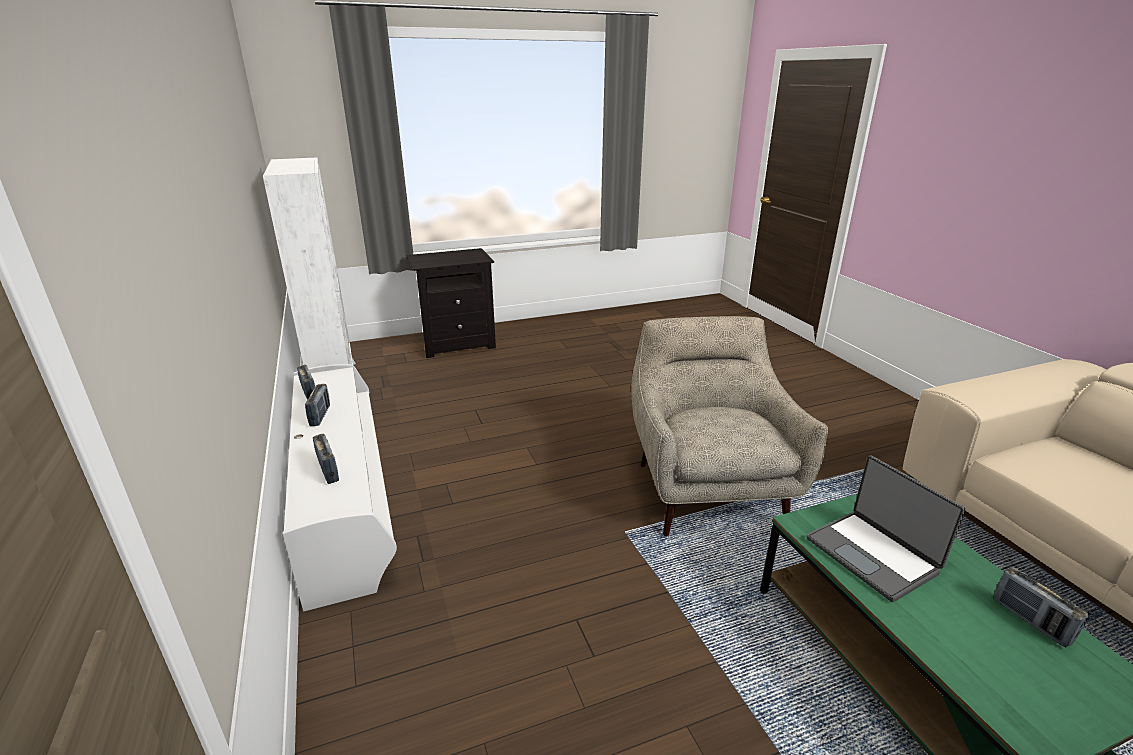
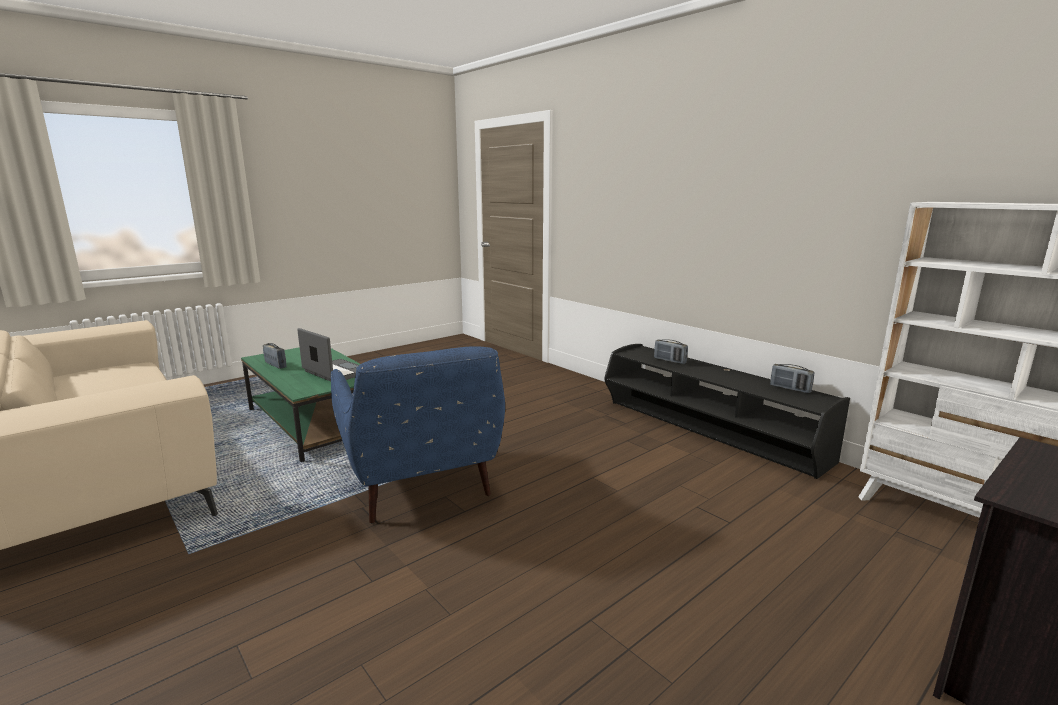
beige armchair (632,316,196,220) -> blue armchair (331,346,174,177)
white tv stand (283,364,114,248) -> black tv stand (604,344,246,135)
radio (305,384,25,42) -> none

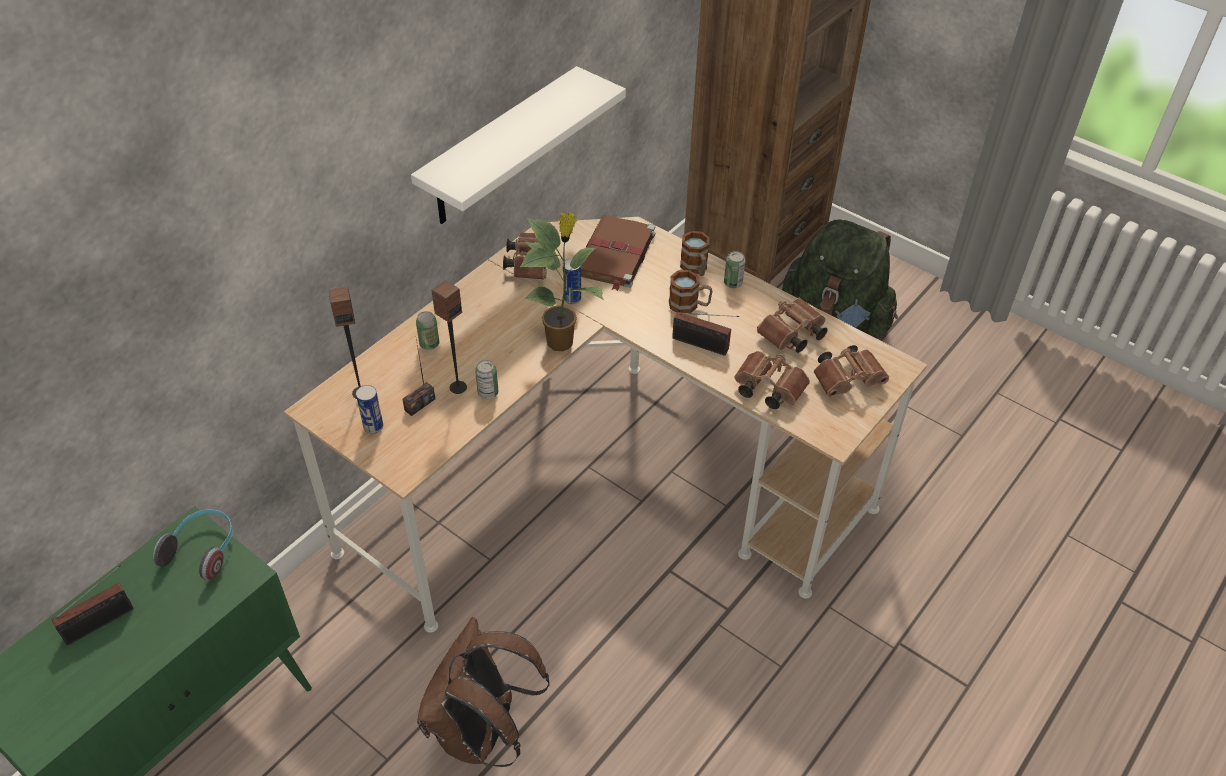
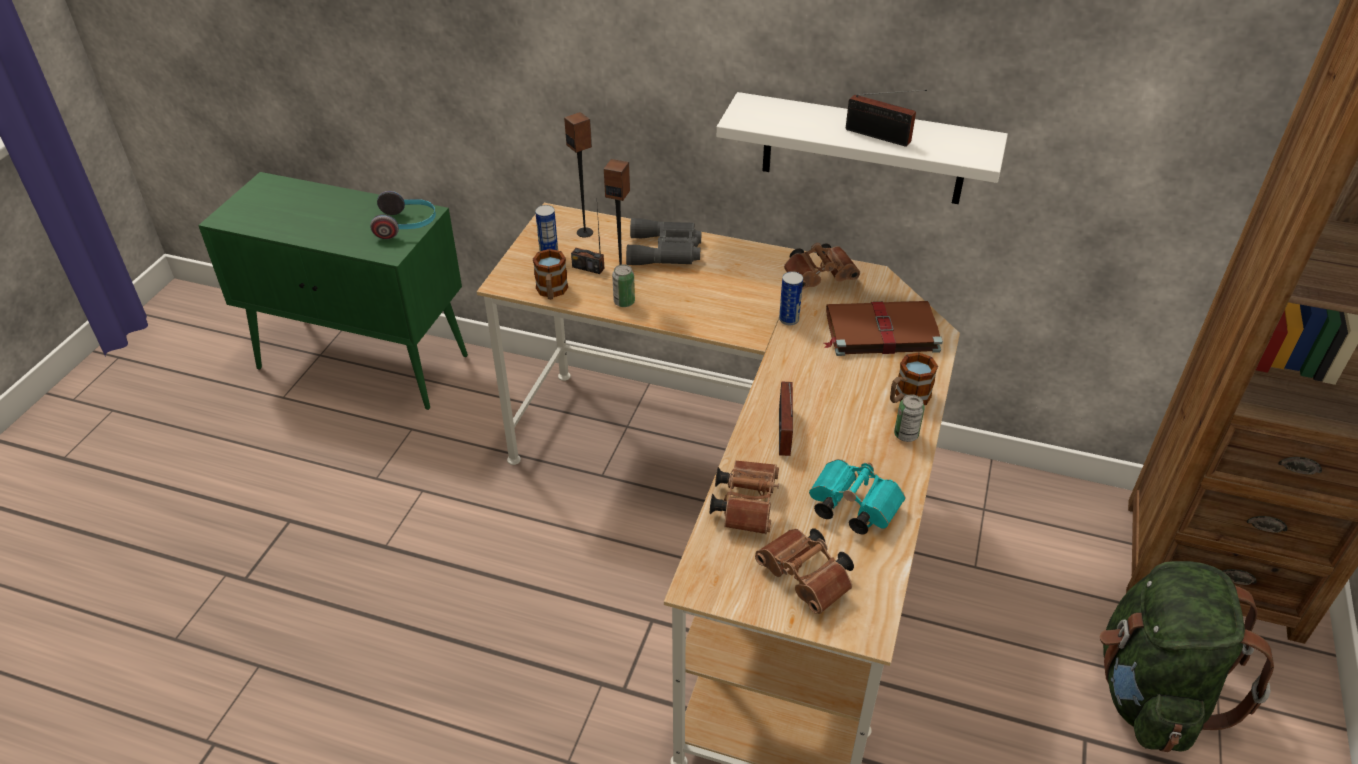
mug (669,270,44,43) -> mug (533,249,35,51), moved
can (416,311,23,39) -> grey binoculars (626,218,76,47)
brown binoculars (757,298,70,55) -> turquoise binoculars (809,459,96,75)
radio (51,565,83,80) -> radio (846,90,81,57), moved
brown backpack (417,617,133,150) -> none
potted plant (520,213,84,138) -> none

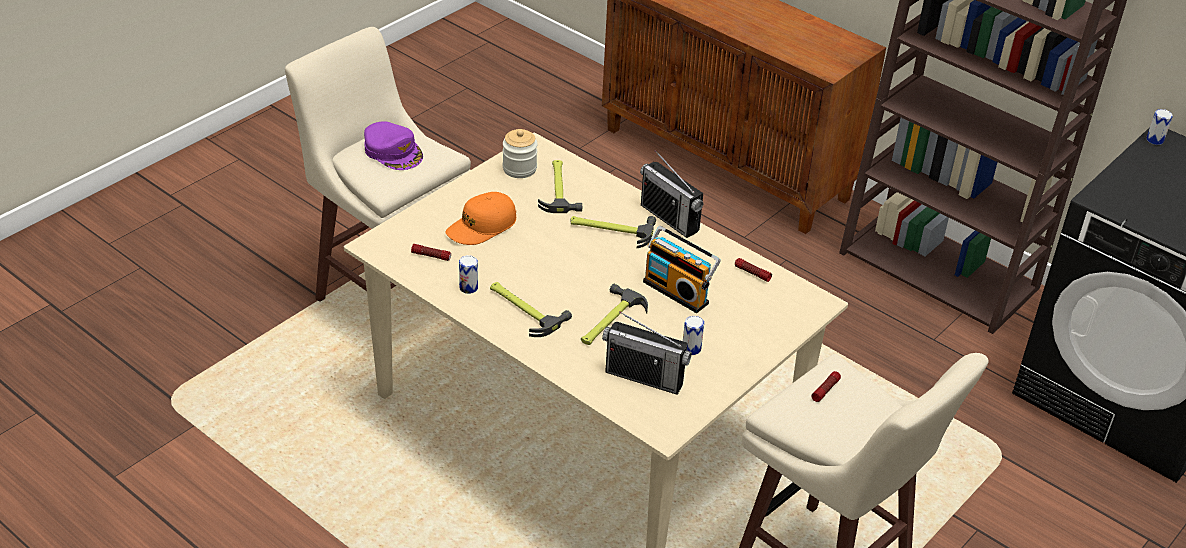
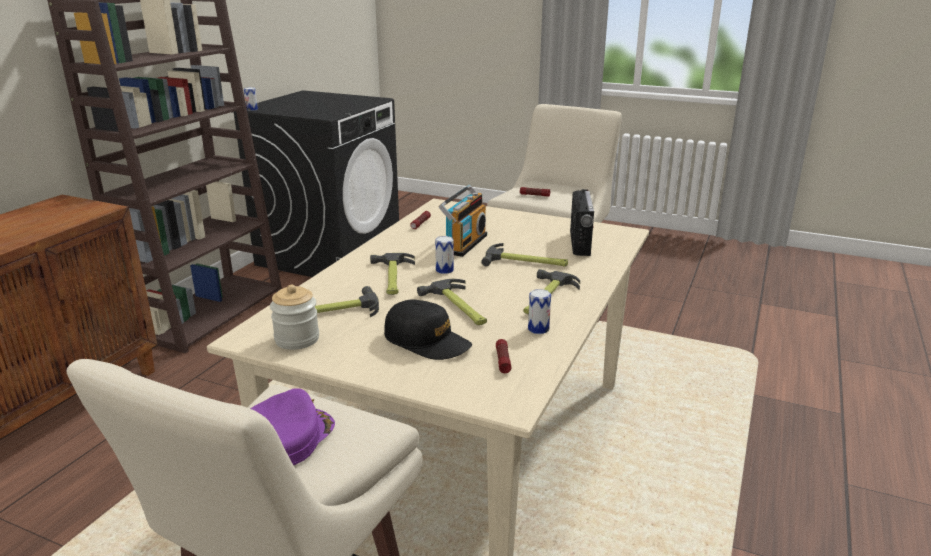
orange cap (445,192,71,53) -> black cap (384,299,88,61)
none -> hammer (417,279,70,46)
can (683,316,21,39) -> can (435,236,19,38), moved
radio (640,150,63,88) -> none

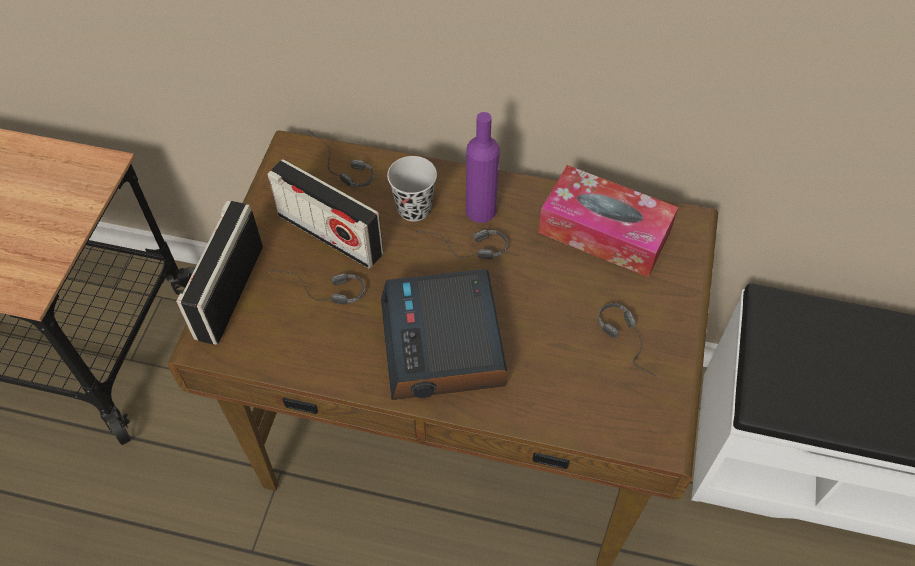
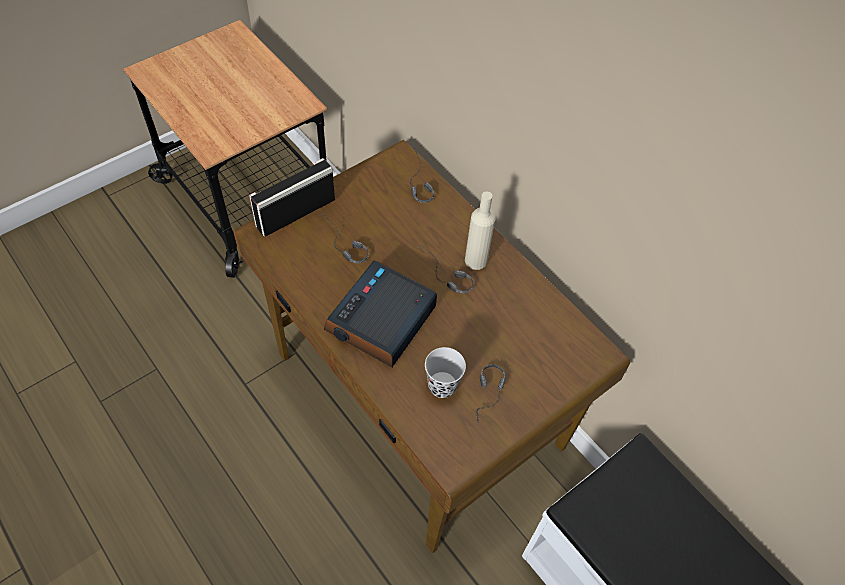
black cup (387,156,50,66) -> black cup (425,347,41,51), moved
purple bottle (466,112,34,111) -> beige bottle (465,192,31,78)
radio (267,159,116,110) -> none
tissue box (539,165,139,112) -> none

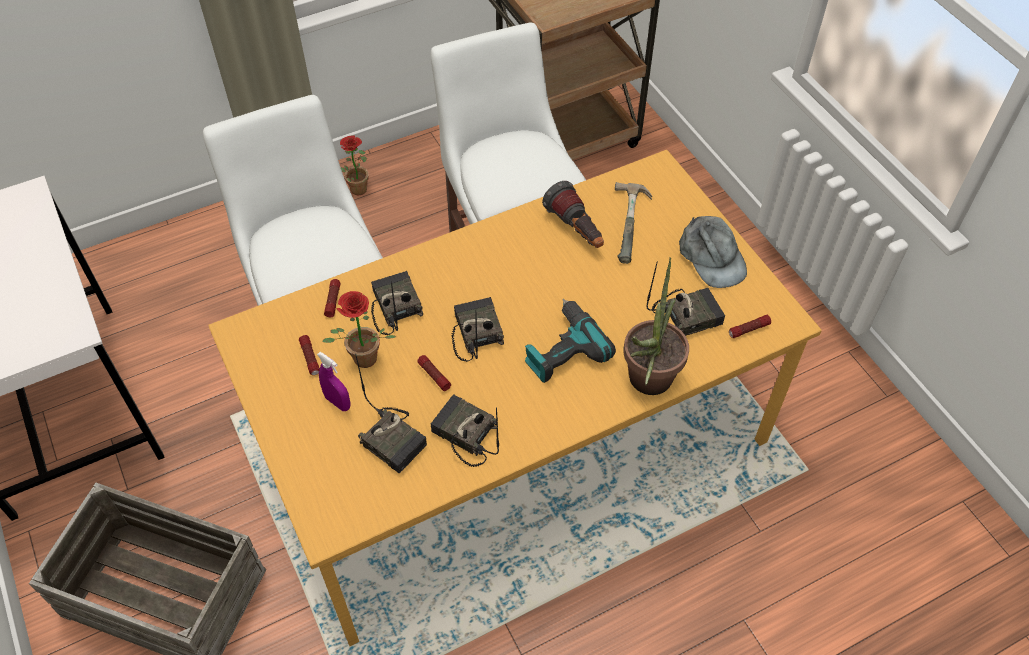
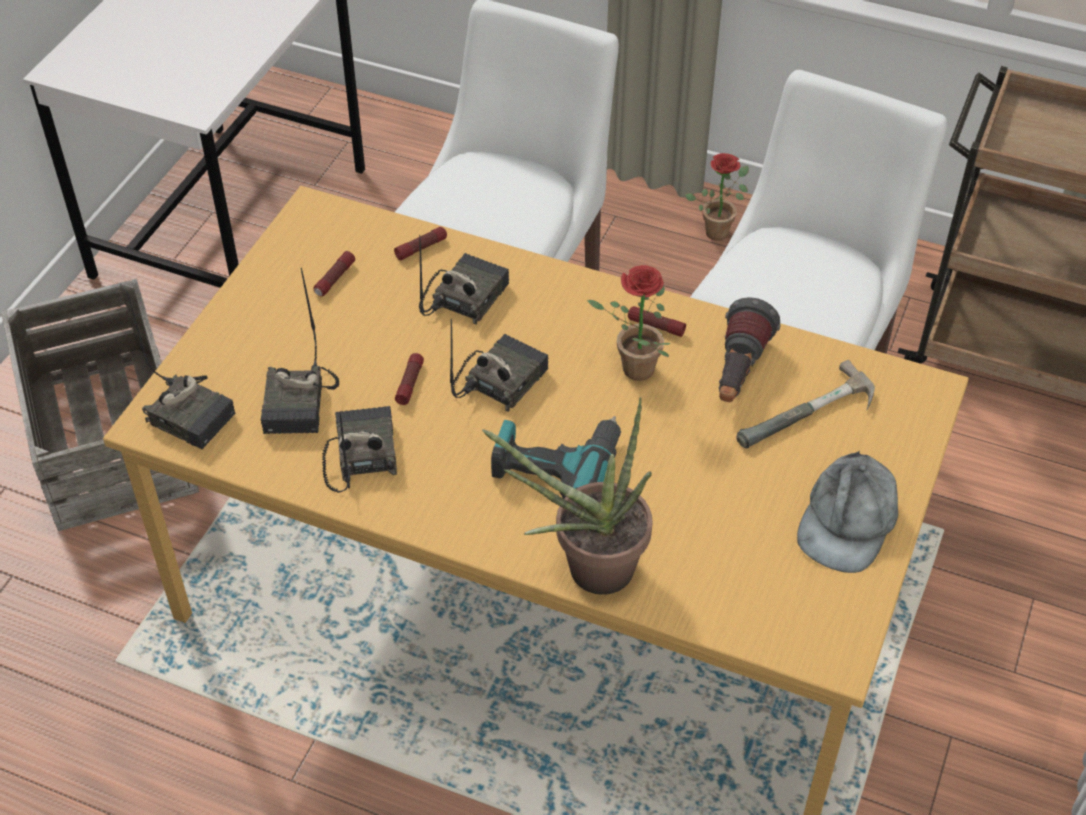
radio (647,261,78,75) -> radio (126,291,109,158), moved
potted plant (323,291,73,77) -> potted plant (587,265,83,116), moved
flashlight (729,315,42,23) -> flashlight (628,306,58,31), moved
purple spray bottle (317,352,34,59) -> none

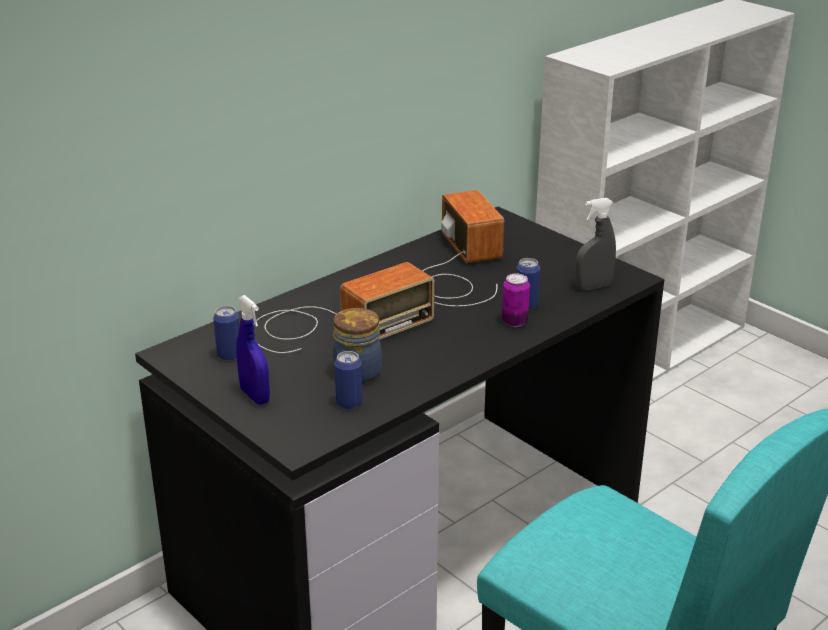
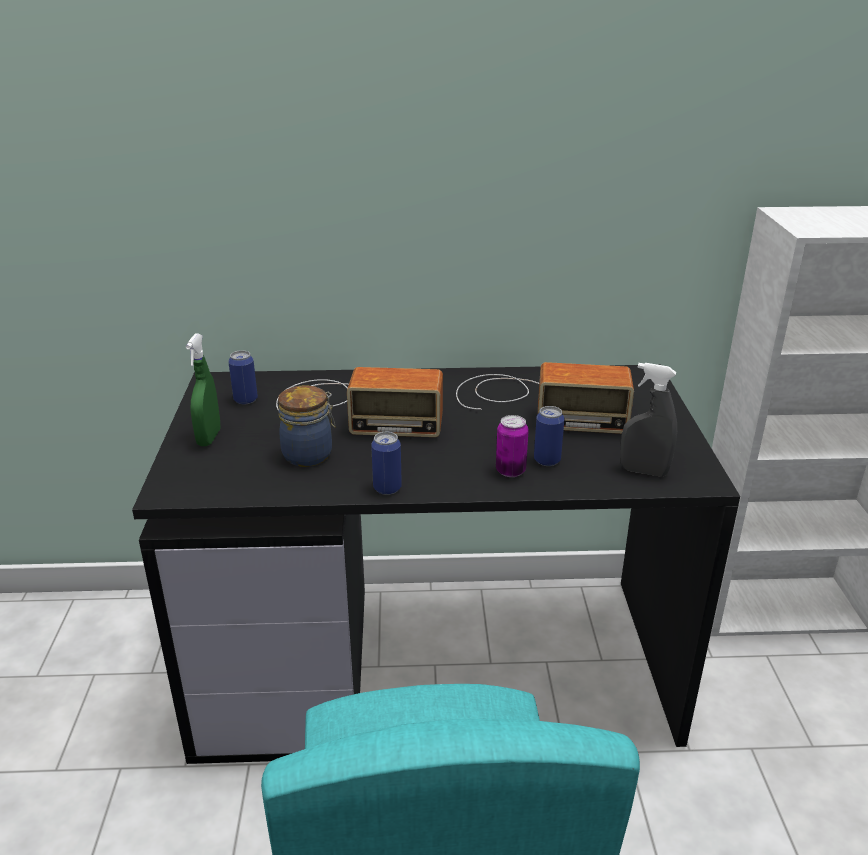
blue spray bottle (236,295,34,110) -> green spray bottle (186,333,34,113)
can (334,351,28,59) -> can (371,432,31,63), moved
radio (422,190,82,117) -> radio (456,362,178,72), 75 degrees clockwise

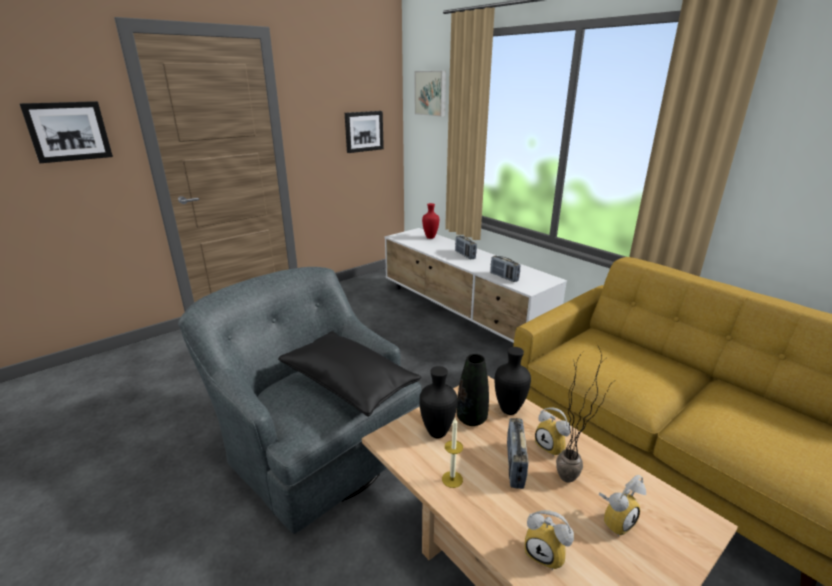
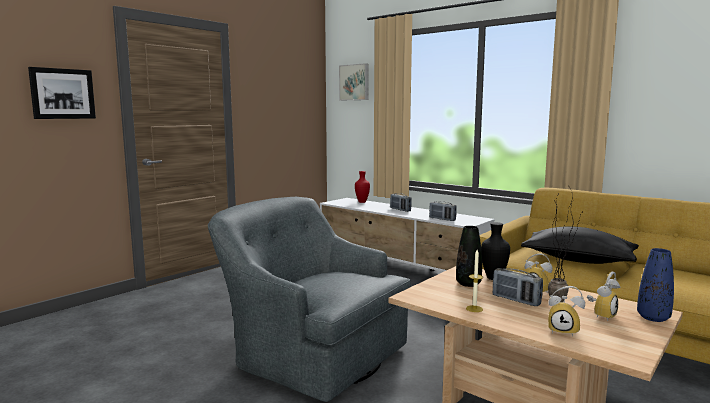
radio (507,418,21,71) -> radio (493,268,50,38), 45 degrees counterclockwise
black pillow (278,331,143,86) -> black pillow (521,226,118,38), moved
none -> blue vase (637,248,37,74)
picture (345,111,39,42) -> none
black vase (419,366,39,72) -> none

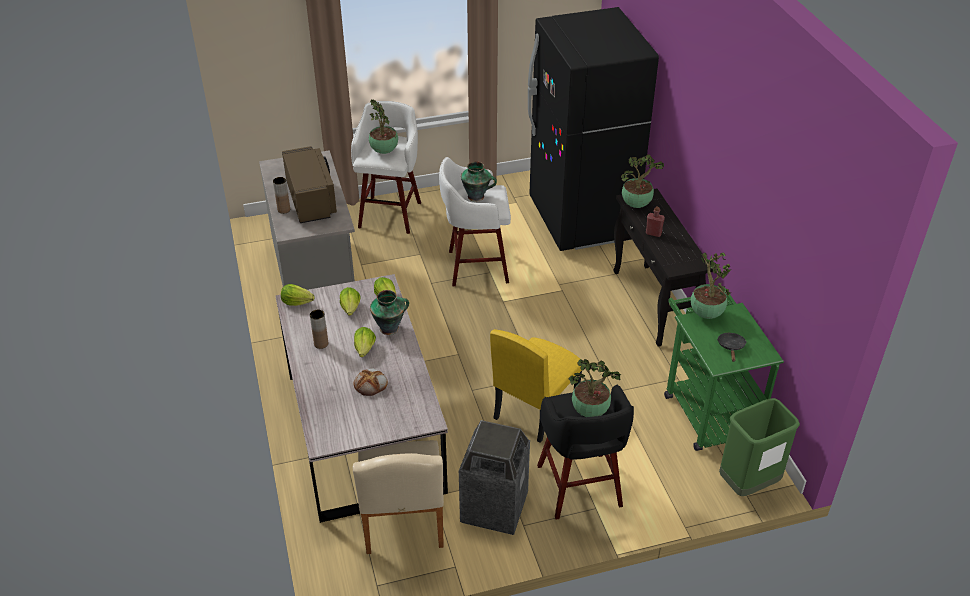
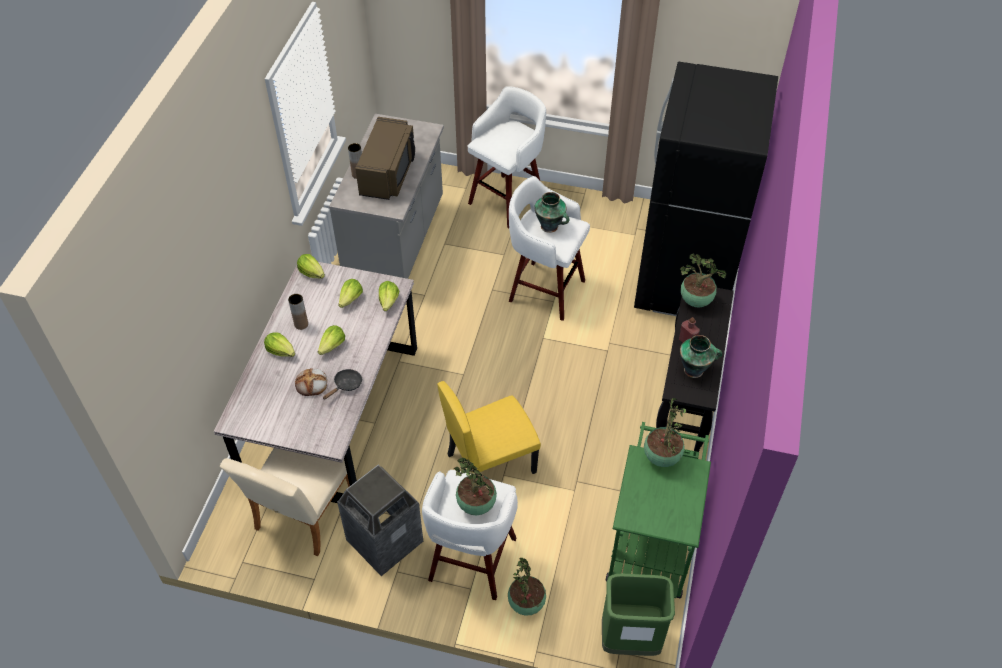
none -> lettuce (264,332,31,25)
black frying pan (717,333,29,29) -> black frying pan (323,369,39,31), moved
black stool (537,384,97,136) -> white stool (422,470,96,130)
potted plant (369,99,29,55) -> potted plant (508,558,38,58), moved
vase (370,290,39,45) -> vase (680,335,42,43), moved

